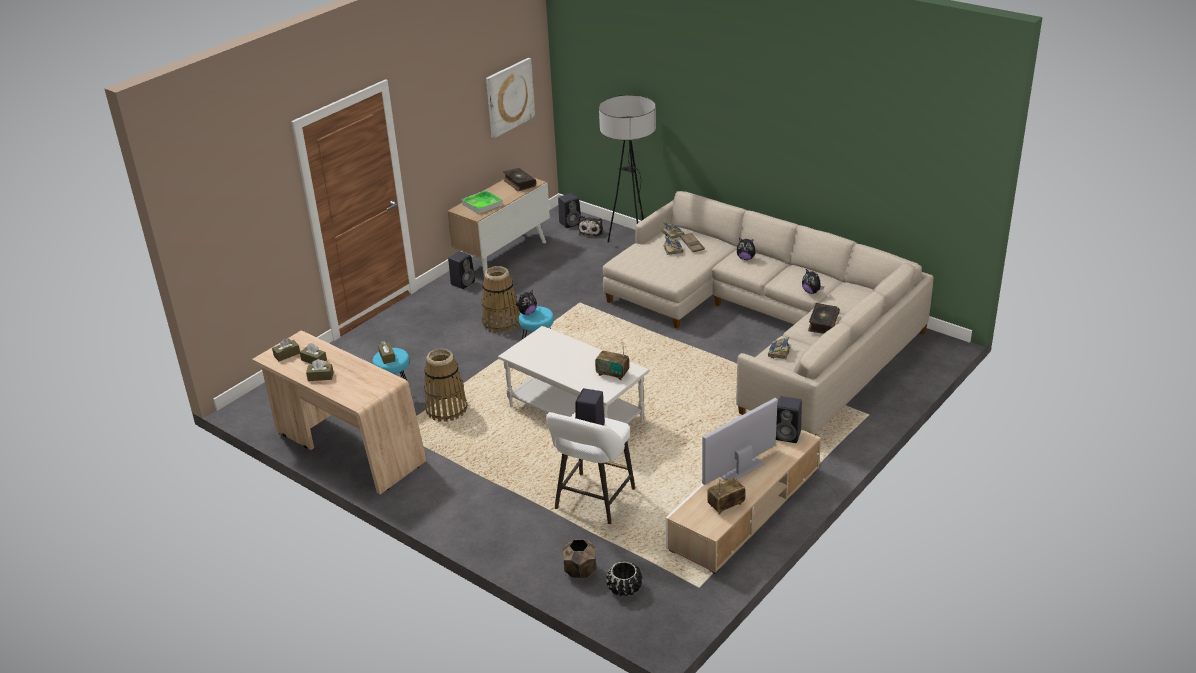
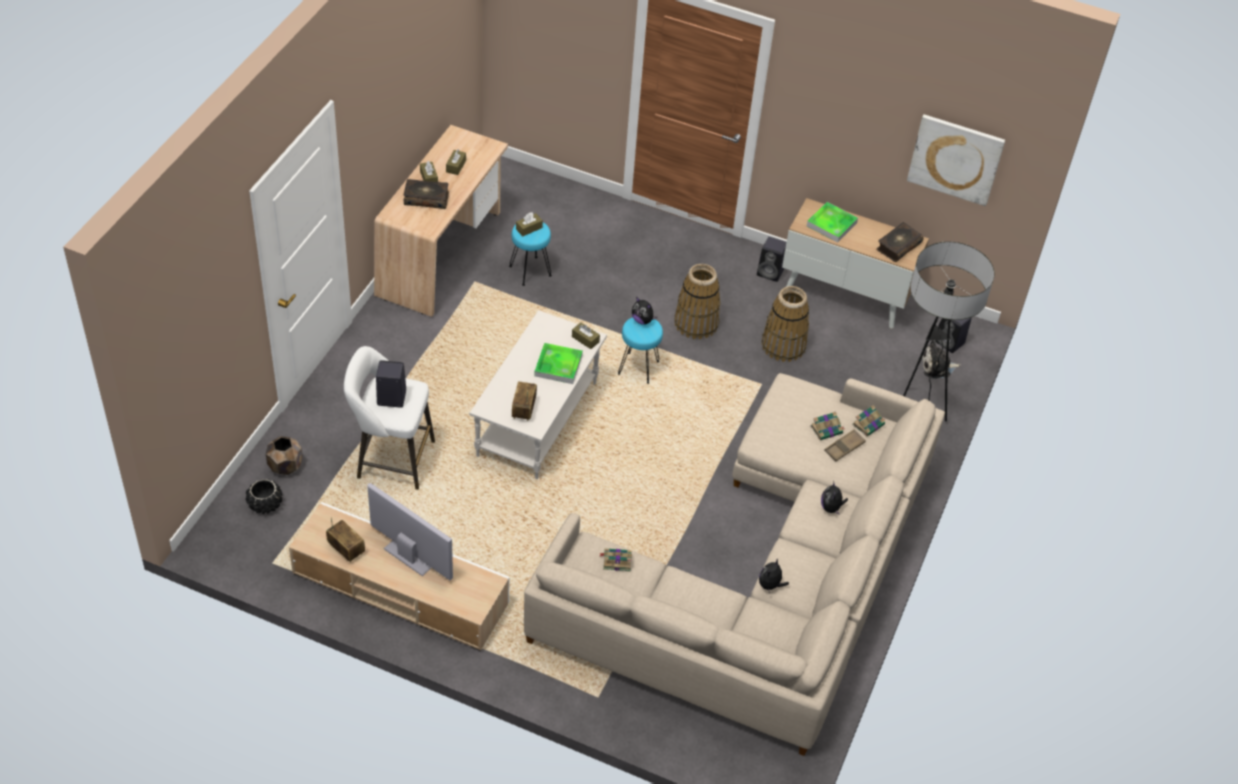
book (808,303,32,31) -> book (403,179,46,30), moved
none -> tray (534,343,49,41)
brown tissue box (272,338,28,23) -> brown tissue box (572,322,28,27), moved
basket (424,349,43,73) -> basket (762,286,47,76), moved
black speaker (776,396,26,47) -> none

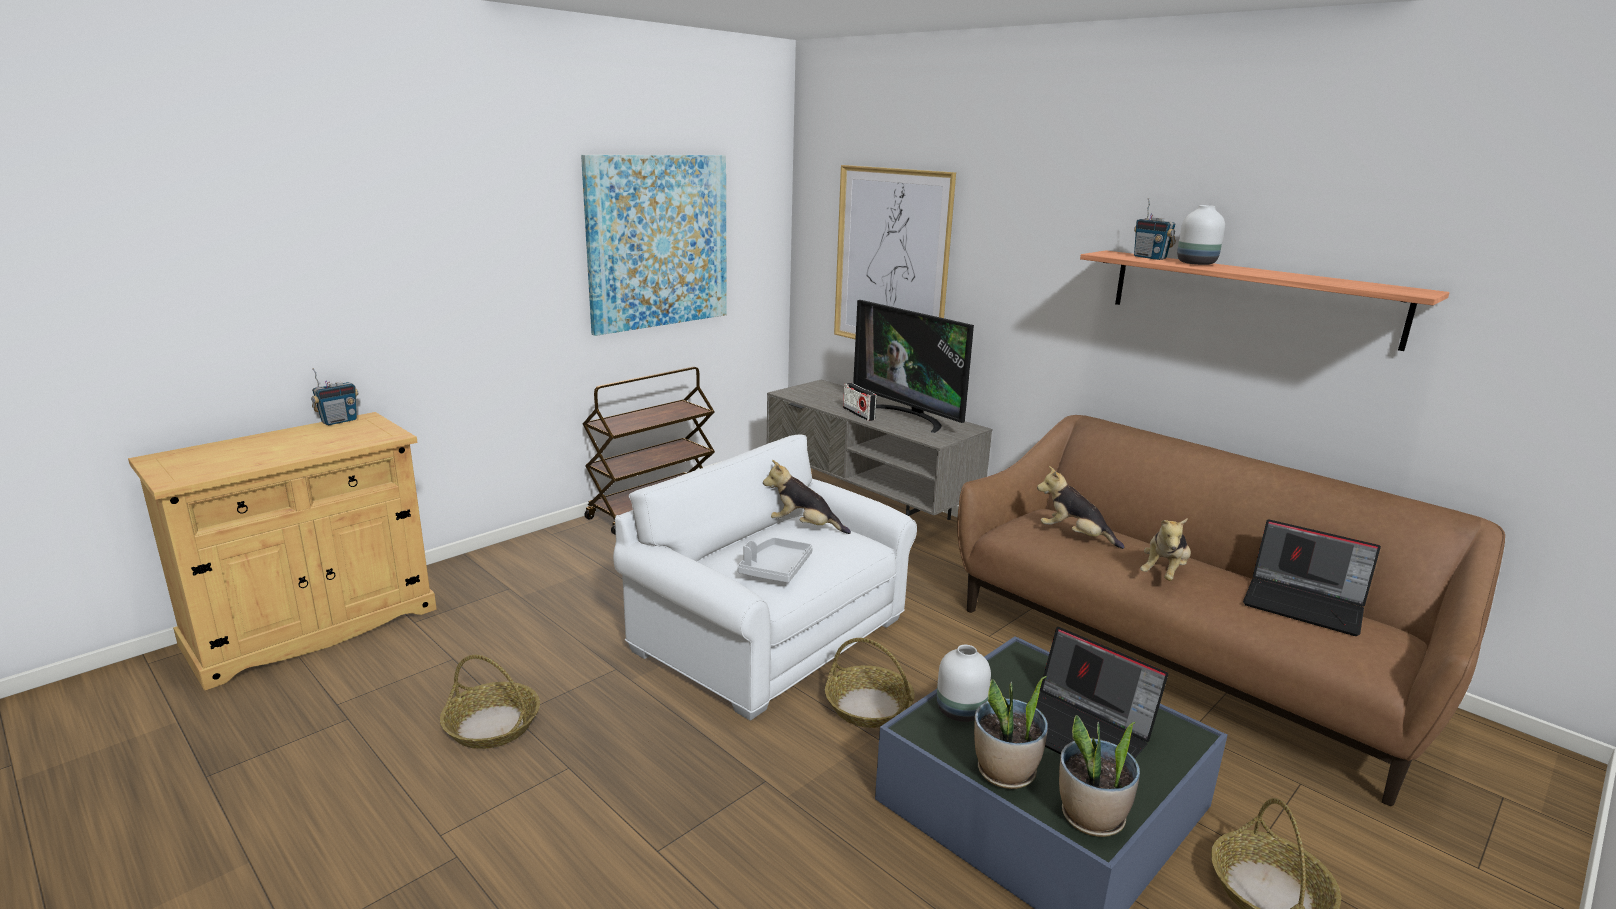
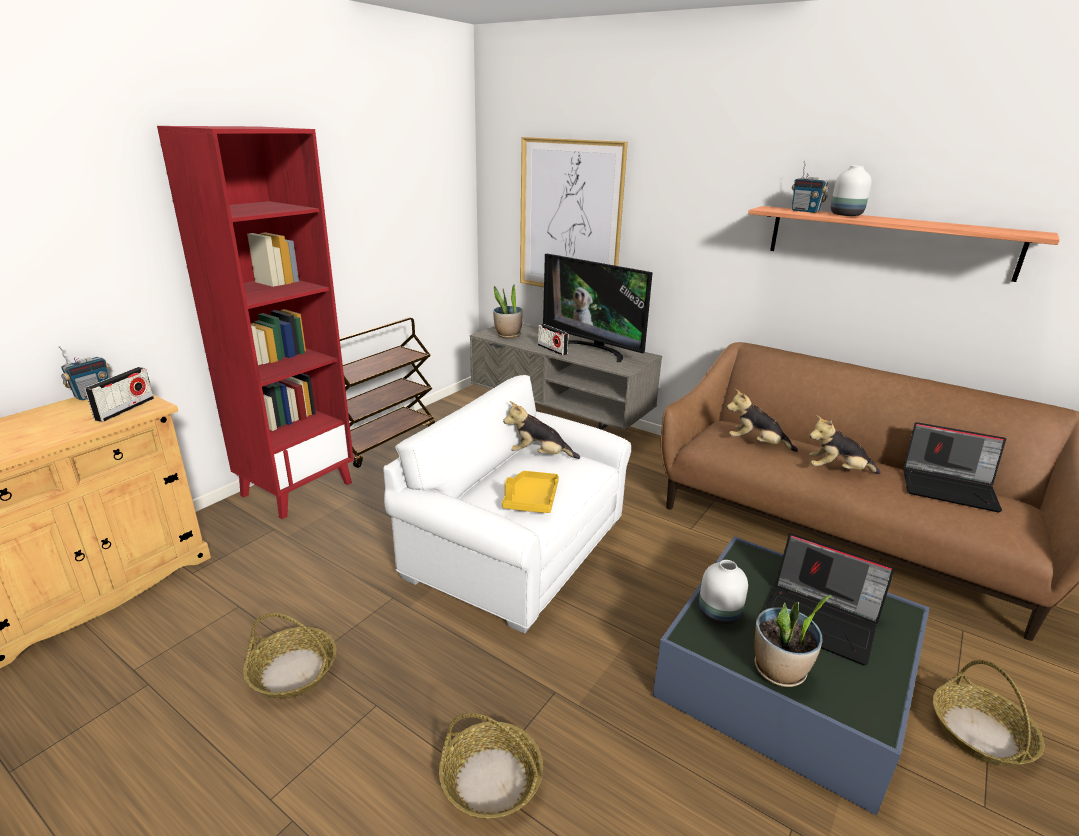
none -> radio (85,367,69,55)
none -> red bookcase (157,126,197,393)
basket (825,638,90,90) -> basket (439,713,104,107), moved
potted plant (1059,715,81,122) -> potted plant (493,285,30,53), moved
grey tray (738,538,75,45) -> yellow tray (502,471,57,42)
plush toy (1140,518,51,63) -> plush toy (809,415,72,59), 75 degrees clockwise
picture (581,155,146,181) -> none

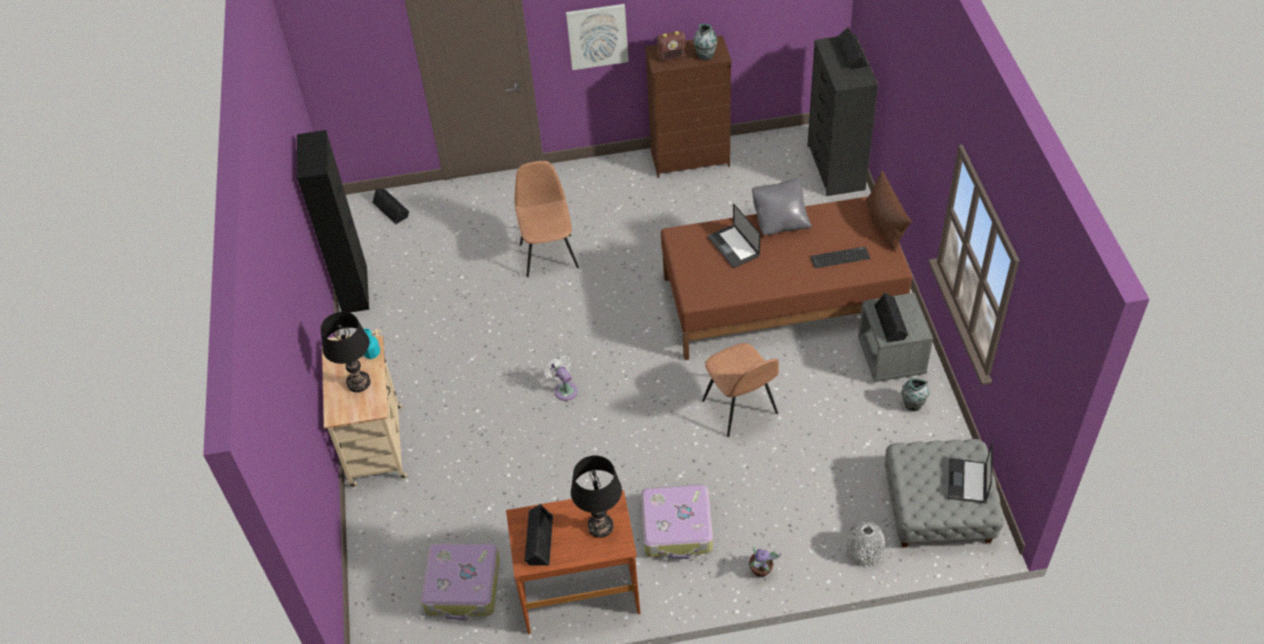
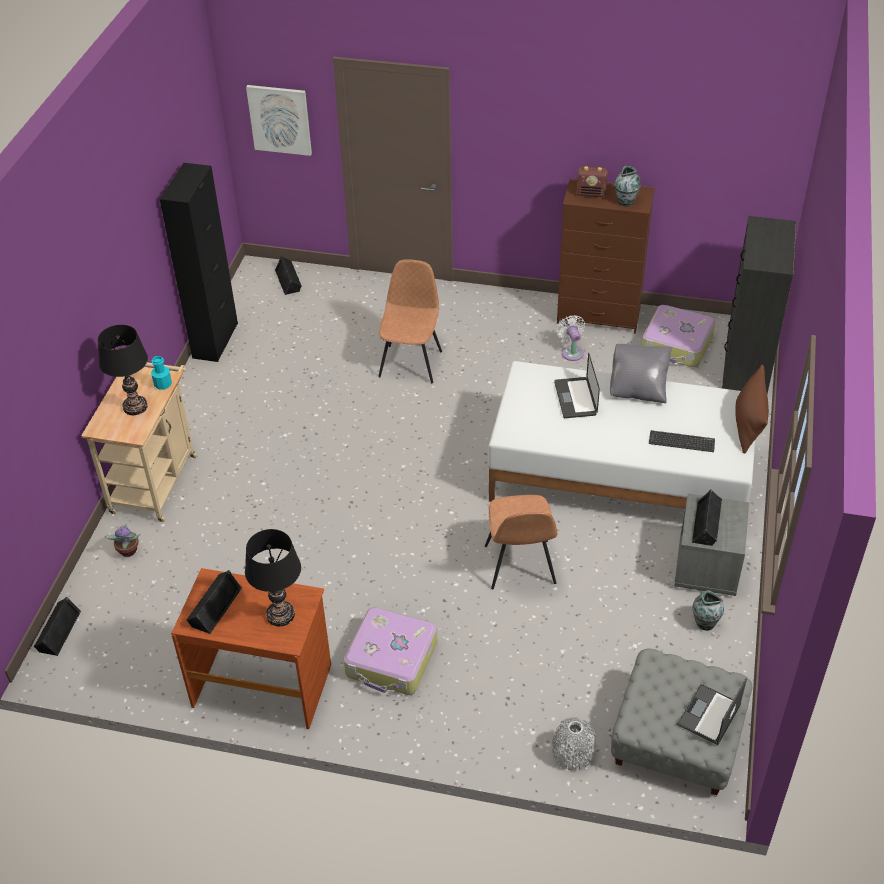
black speaker (838,27,30,42) -> black speaker (34,597,47,59), moved
potted plant (748,546,33,31) -> potted plant (105,524,35,33), moved
picture (566,4,63,66) -> picture (246,85,66,71), moved
brown bed (661,197,251,163) -> white bed (488,361,267,148)
white fan (544,355,33,46) -> white fan (556,315,29,46), moved
suitcase (421,543,79,78) -> suitcase (642,305,73,62), moved

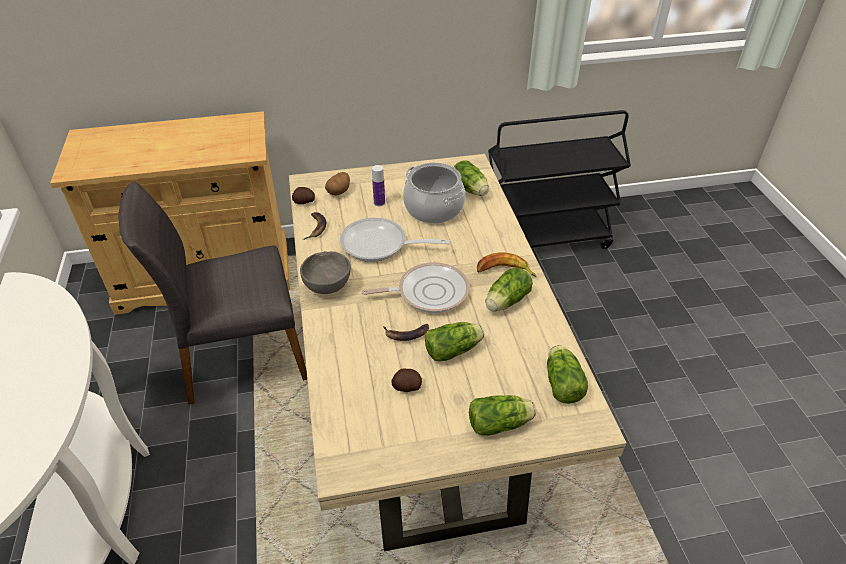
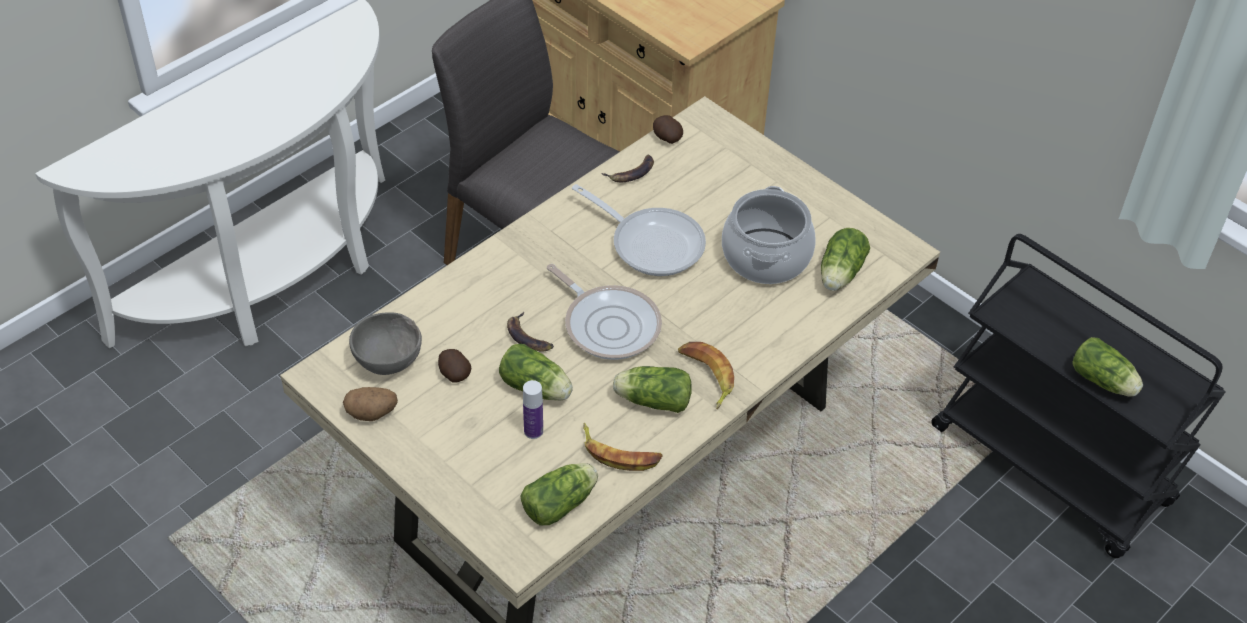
potato (325,172,25,24) -> potato (343,387,55,34), moved
grey bowl (300,251,51,43) -> grey bowl (349,312,73,63), moved
bottle (372,165,13,41) -> bottle (523,380,20,59), moved
frying pan (340,217,110,45) -> frying pan (572,184,134,92), 150 degrees clockwise
none -> banana (583,423,80,48)
lettuce (469,395,67,41) -> lettuce (1072,337,71,59), moved

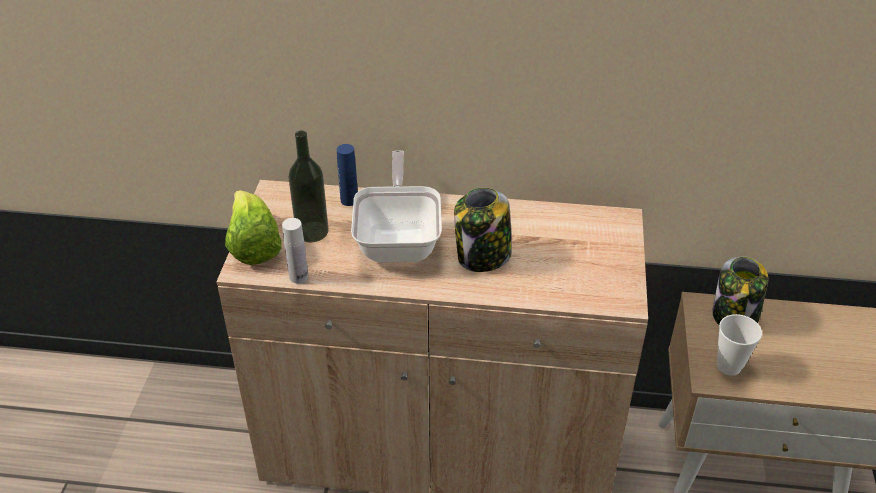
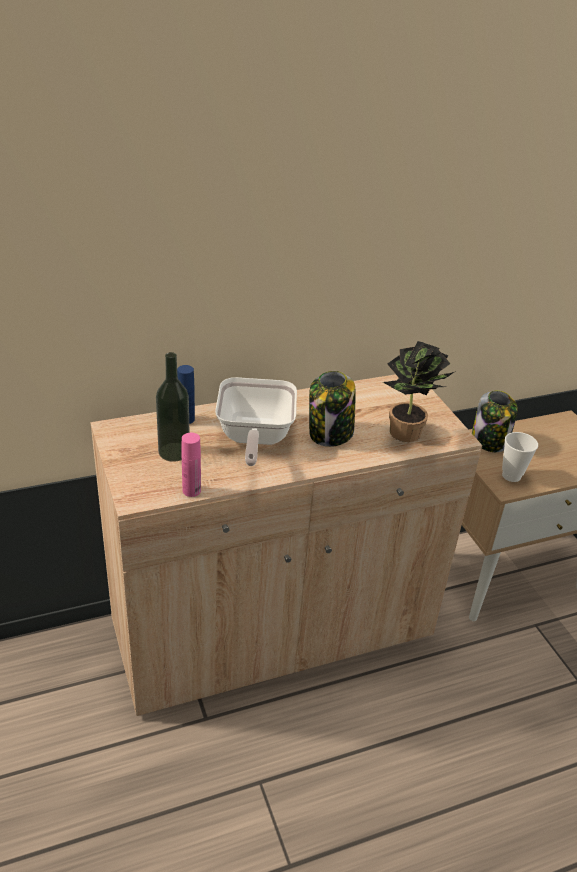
white bottle (282,218,26,65) -> pink bottle (182,433,19,64)
frying pan (351,150,91,112) -> frying pan (215,377,82,89), 150 degrees counterclockwise
none -> potted plant (383,341,73,101)
lettuce (225,190,57,75) -> none

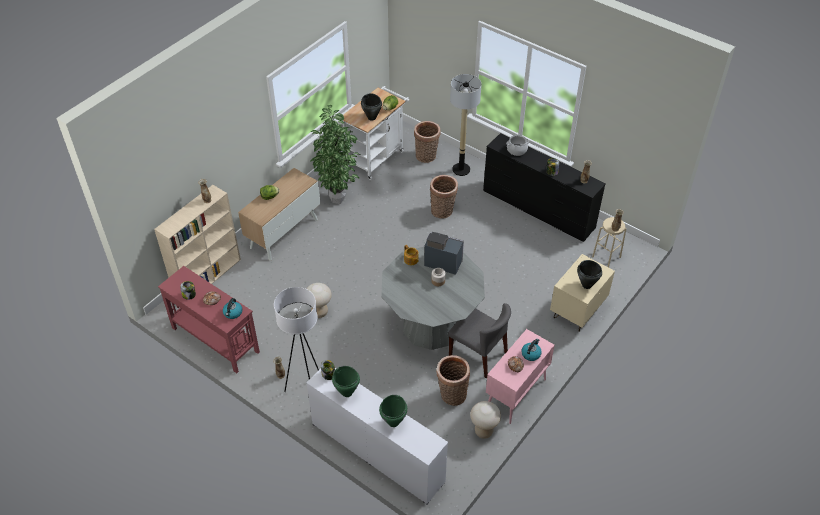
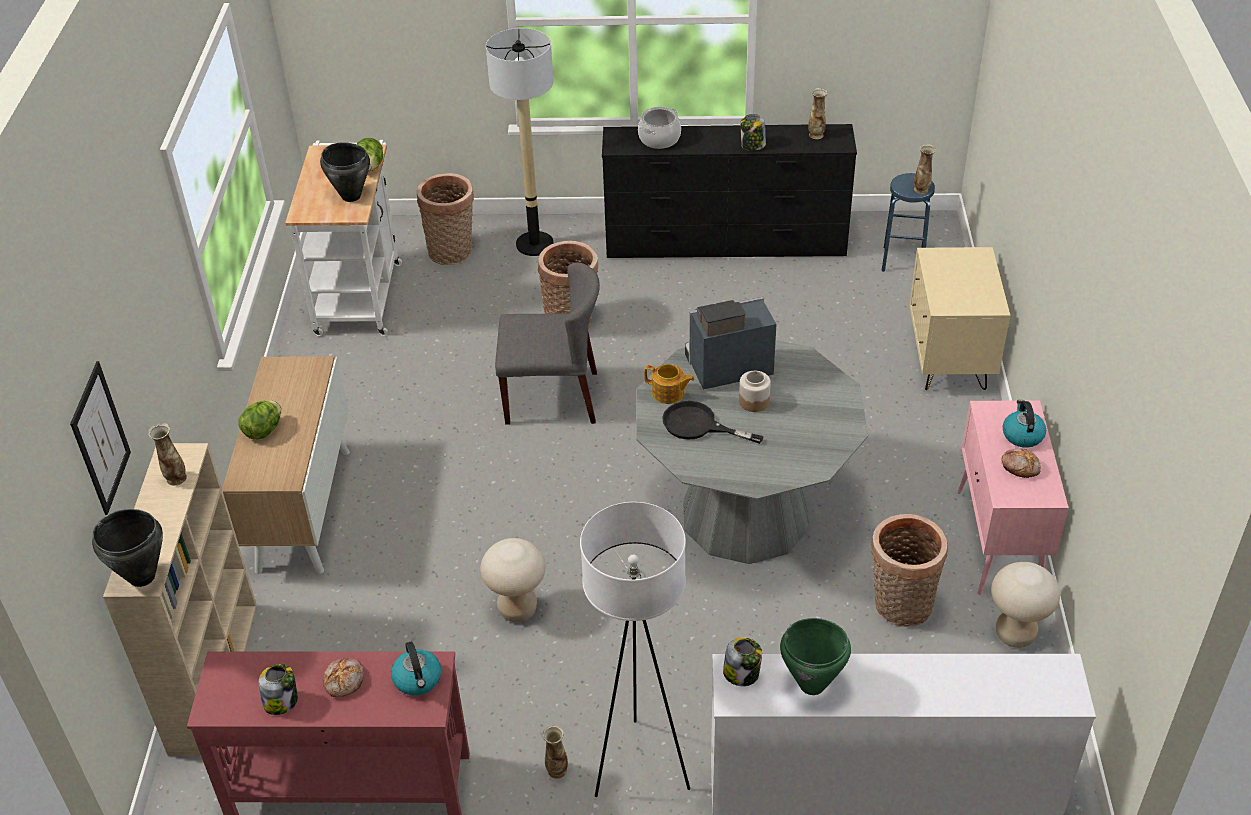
none -> picture (70,361,61,154)
black cooking pot (577,260,25,29) -> black cooking pot (92,509,71,78), moved
grey chair (448,303,63,75) -> grey chair (495,262,105,163), moved
none -> black frying pan (662,401,102,43)
beige stool (592,217,34,51) -> blue stool (882,173,53,99)
potted plant (310,105,52,99) -> none
green cooking pot (379,395,28,32) -> none

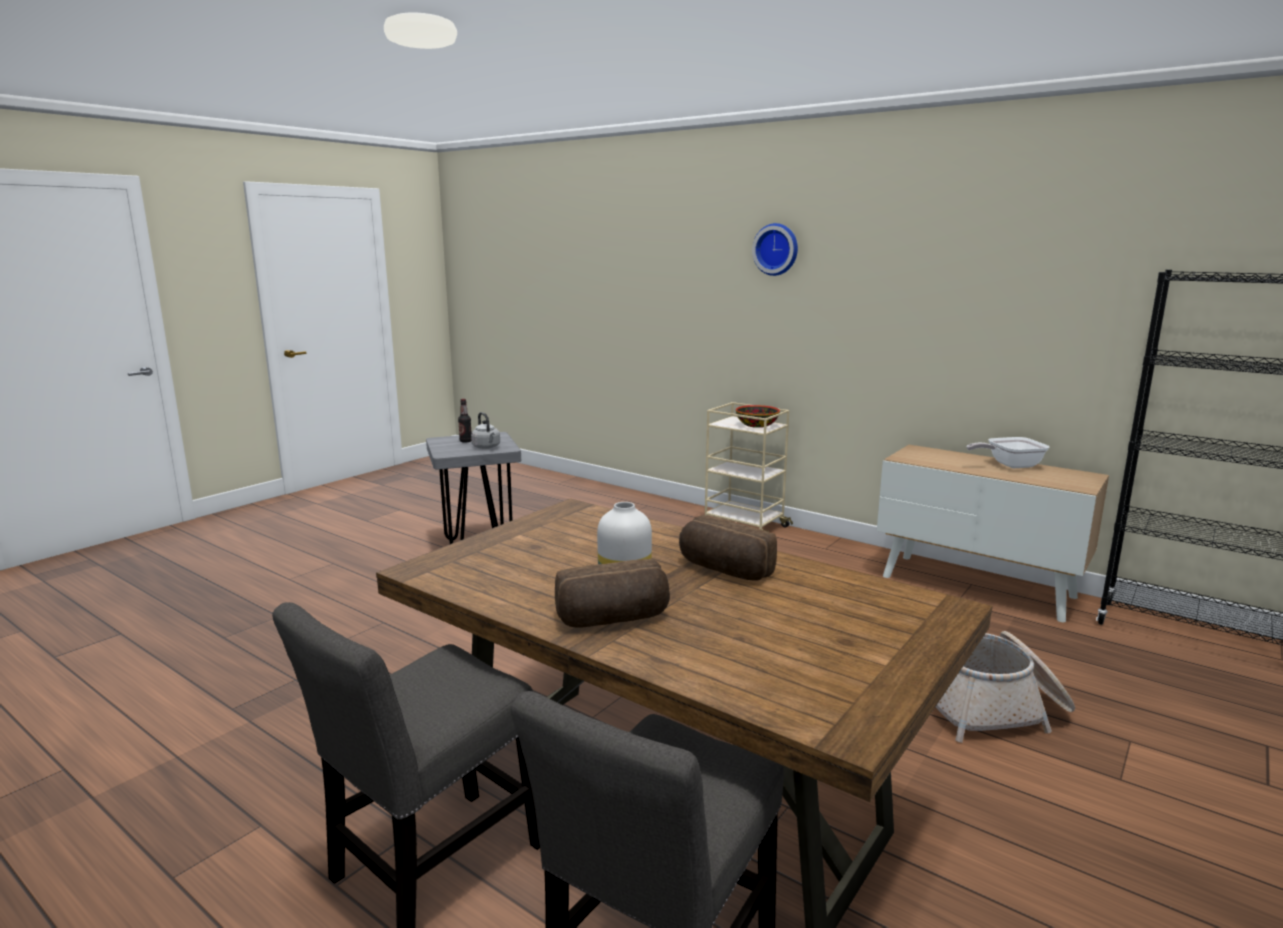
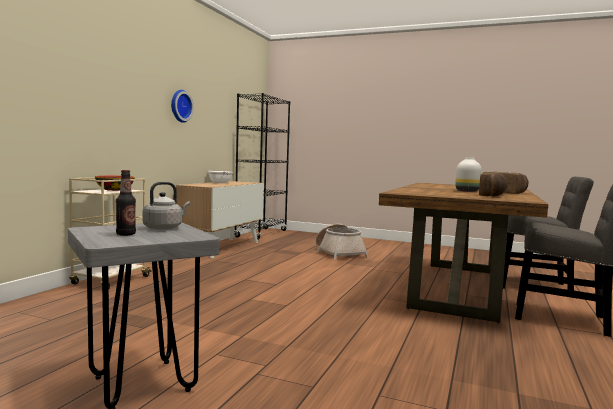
wall clock (752,223,46,53) -> wall clock (171,90,23,33), moved
bread (679,515,98,66) -> bread (479,173,29,23), moved

